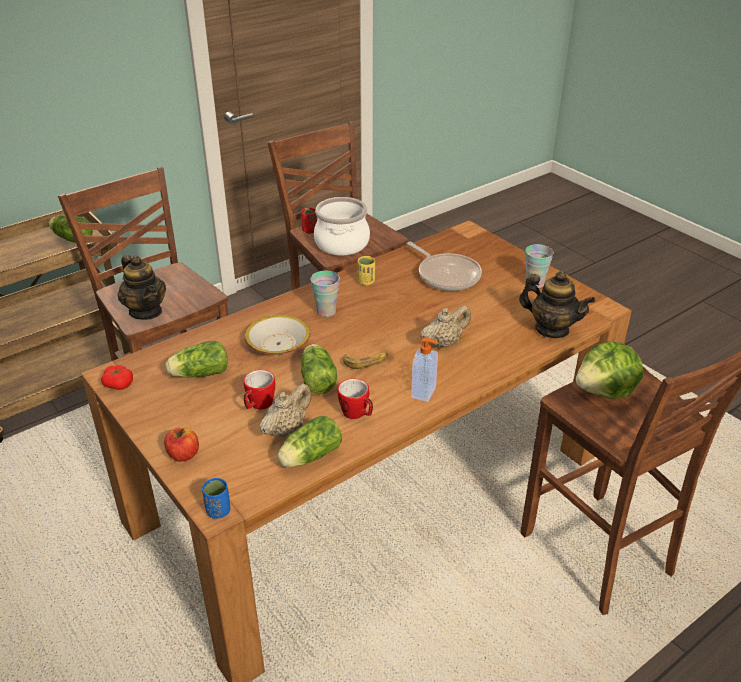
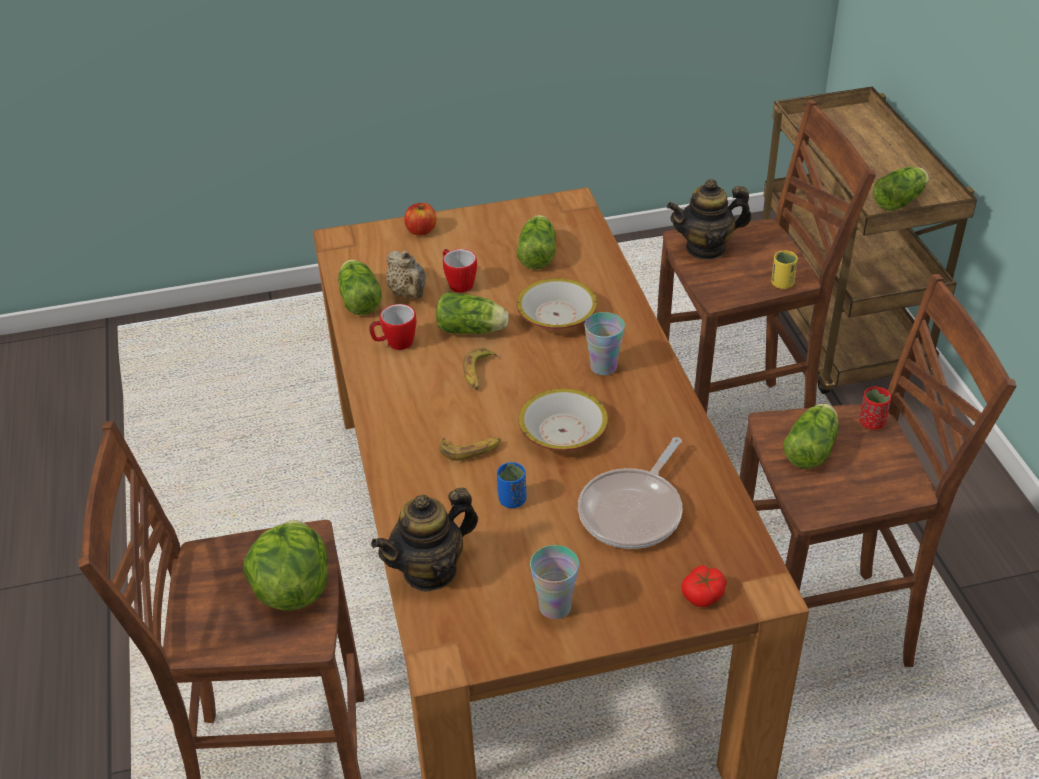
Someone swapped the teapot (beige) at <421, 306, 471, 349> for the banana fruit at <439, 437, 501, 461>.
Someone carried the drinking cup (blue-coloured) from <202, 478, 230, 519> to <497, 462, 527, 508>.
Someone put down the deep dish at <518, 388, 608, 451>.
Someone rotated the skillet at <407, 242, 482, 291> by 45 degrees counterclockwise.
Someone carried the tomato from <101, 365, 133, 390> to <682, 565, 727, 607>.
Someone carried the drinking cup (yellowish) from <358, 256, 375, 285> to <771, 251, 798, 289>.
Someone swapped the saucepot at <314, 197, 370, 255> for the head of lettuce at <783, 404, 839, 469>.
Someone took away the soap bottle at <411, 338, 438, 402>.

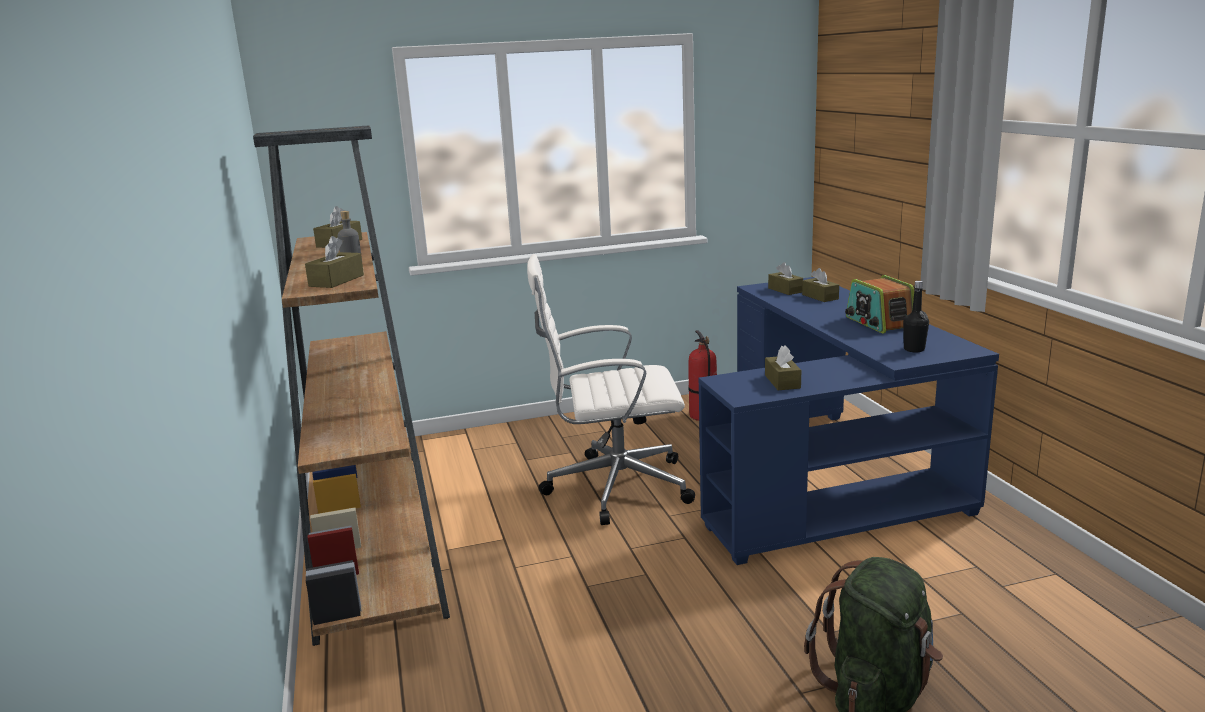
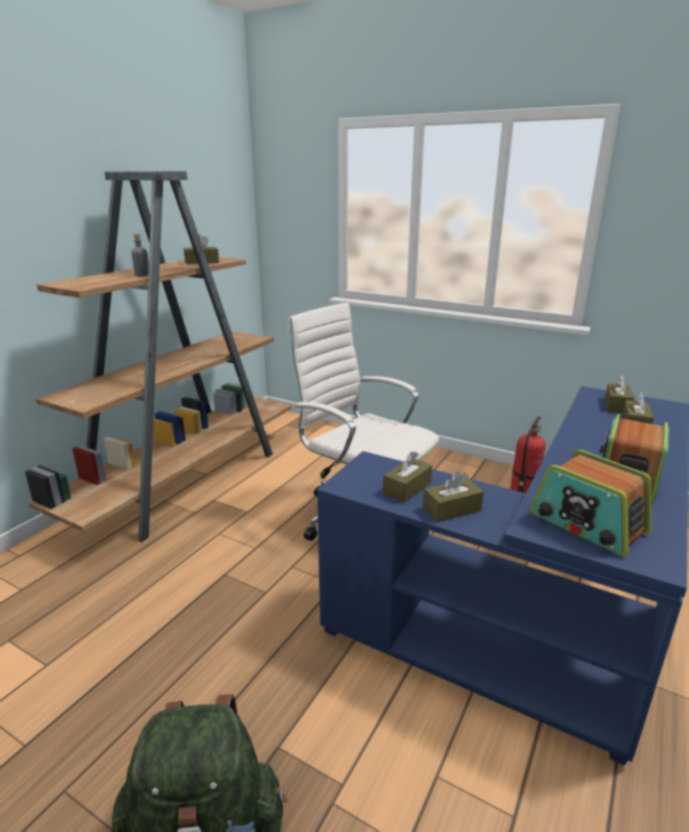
Someone carried the tissue holder (brownish) from <305, 236, 364, 288> to <423, 471, 484, 522>.
Someone swapped the drink bottle (black-coloured) at <903, 281, 929, 352> for the radio receiver at <530, 450, 651, 557>.

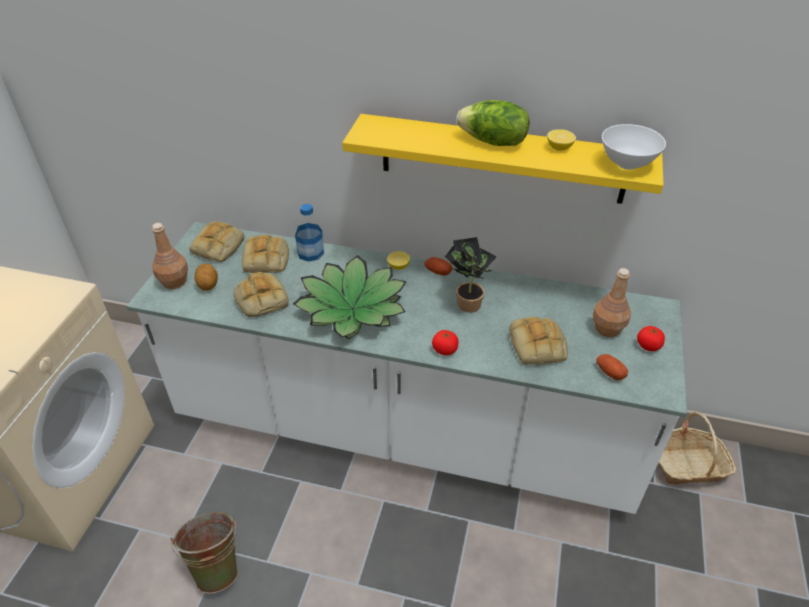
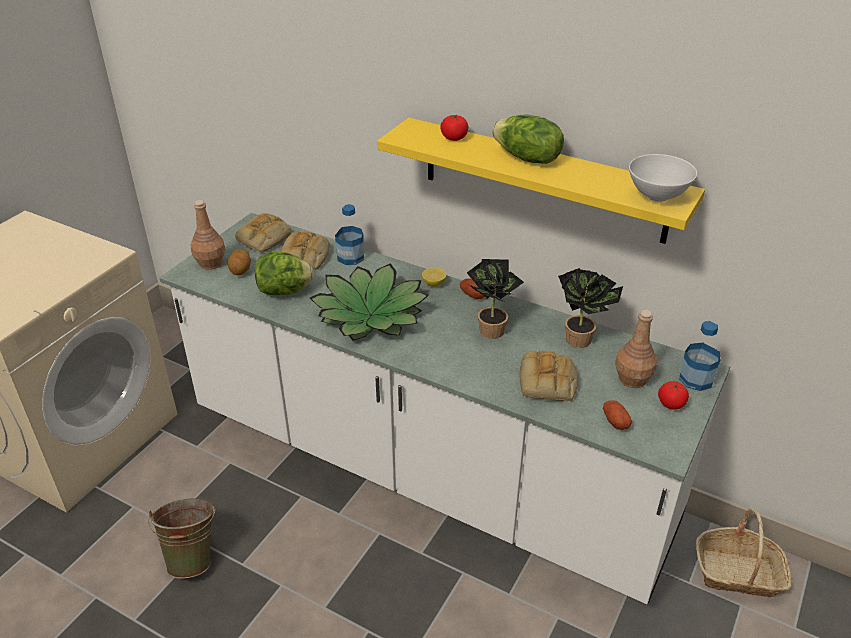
Someone swapped the baked bread at <234, 272, 289, 317> for the head of lettuce at <255, 251, 313, 295>.
Someone carried the tomato from <432, 330, 458, 355> to <441, 115, 468, 141>.
Someone put down the houseplant at <558, 268, 623, 348>.
Someone put down the drink bottle at <679, 321, 720, 391>.
Someone took away the whole lemon at <547, 129, 576, 151>.

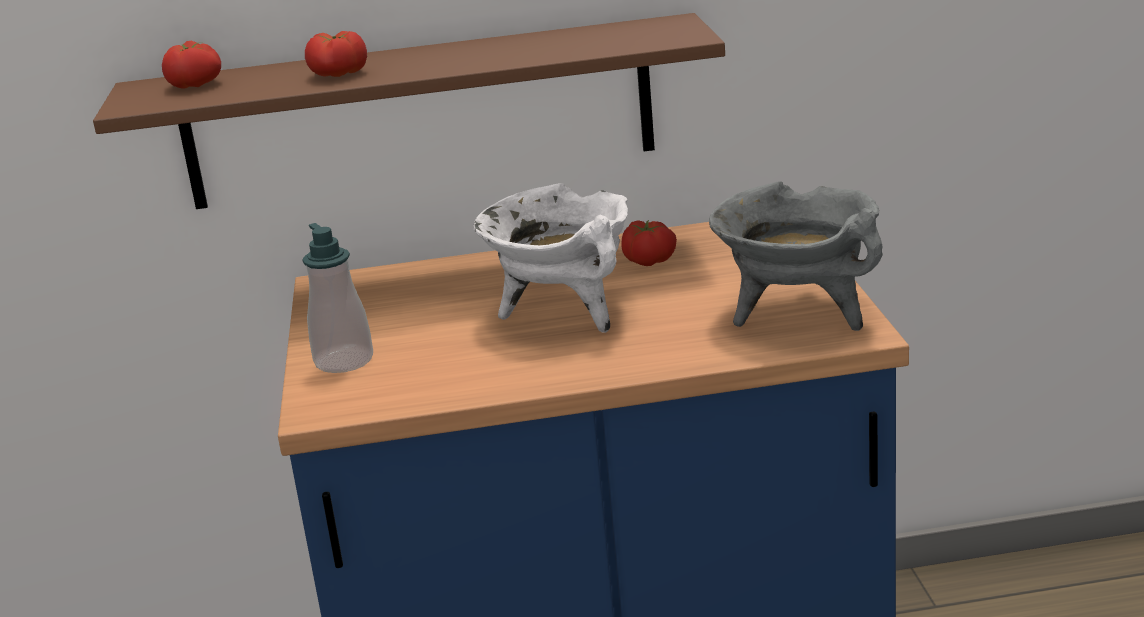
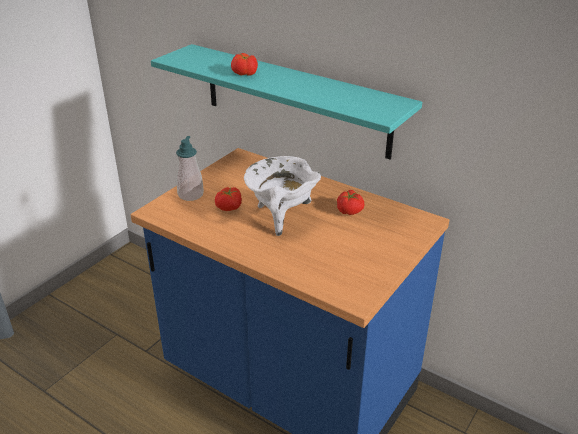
Someone repainted the wall shelf (brownish) at <93, 13, 725, 209>, which became the wall shelf (turquoise-coloured) at <151, 44, 422, 159>.
Someone carried the tomato from <162, 41, 221, 89> to <215, 187, 242, 211>.
Someone took away the saucepot (greyish) at <709, 181, 883, 331>.

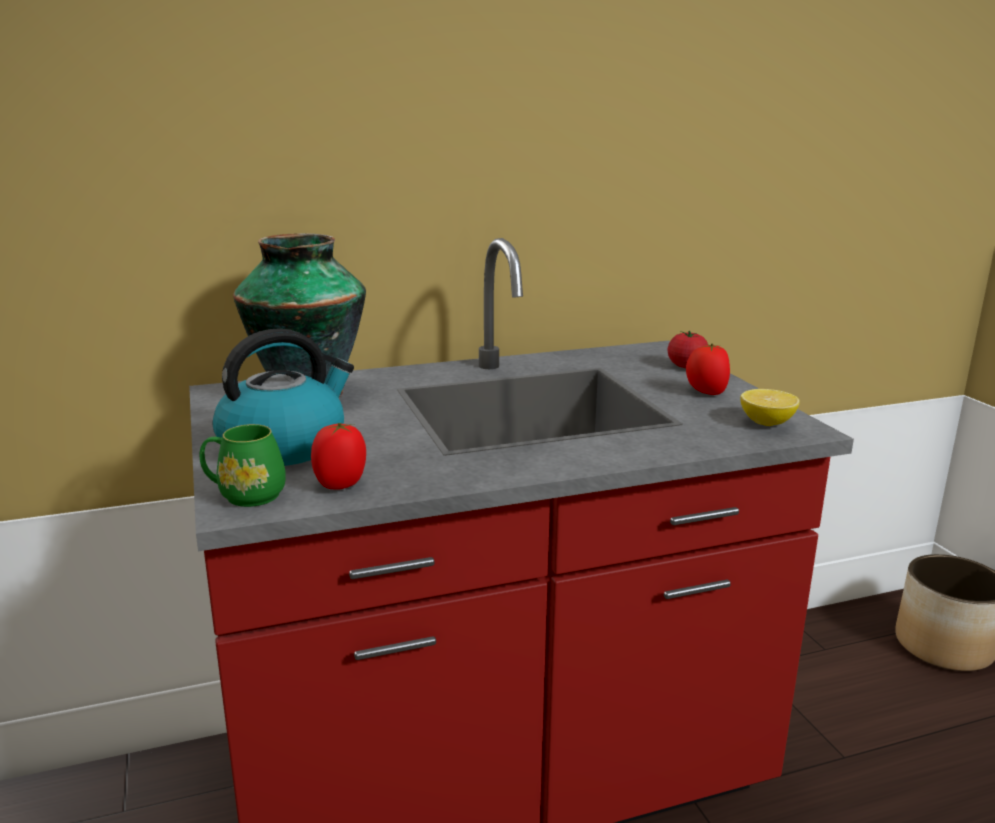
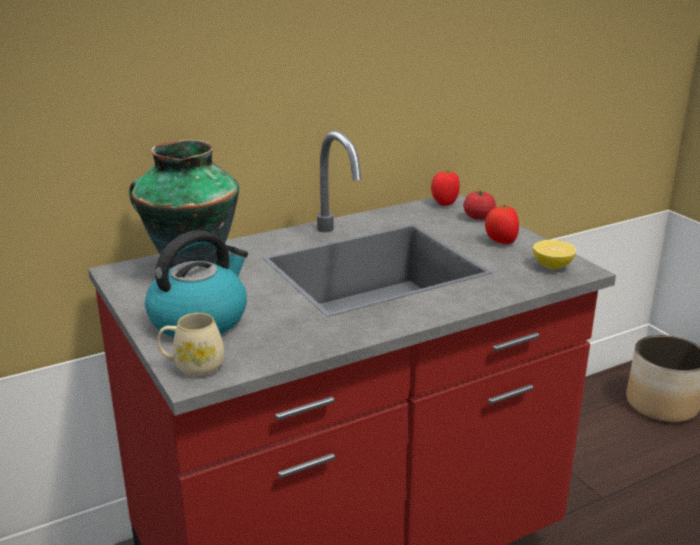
Someone repainted the tea mug (green-coloured) at <200, 424, 286, 507>, which became the tea mug (beige) at <157, 313, 224, 377>.
Someone carried the tomato from <311, 423, 366, 490> to <431, 170, 460, 206>.

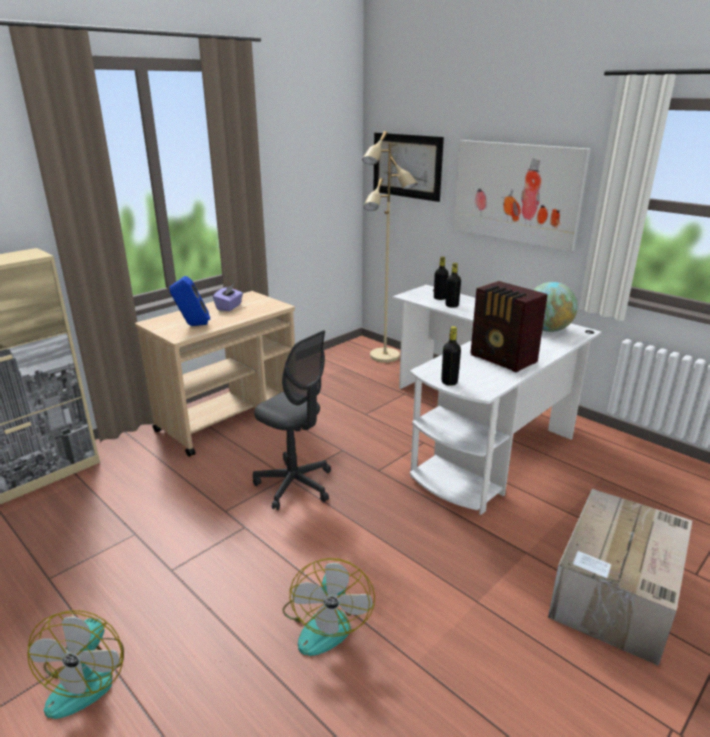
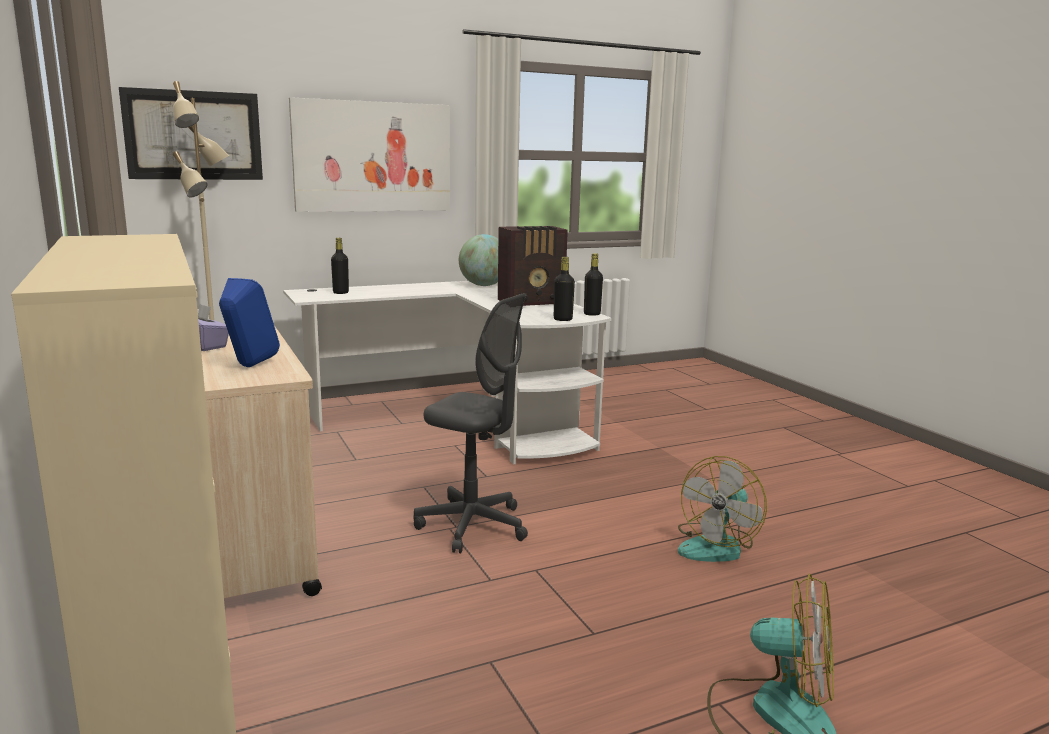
Someone rotated the computer chair (greyish) at <253, 330, 331, 510> by 60 degrees clockwise.
Someone carried the drink bottle (black-coloured) from <445, 263, 461, 307> to <584, 253, 603, 316>.
Someone rotated the fan at <282, 558, 375, 656> by 105 degrees clockwise.
Someone took away the cardboard box at <548, 489, 692, 666>.

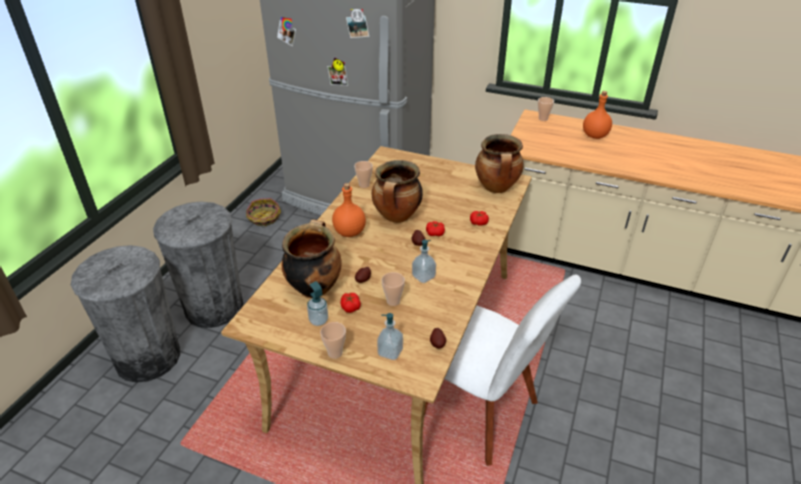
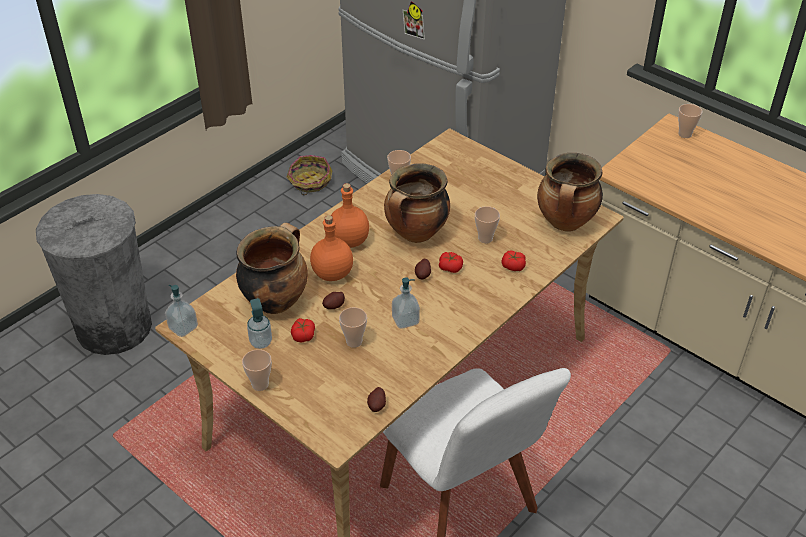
Someone carried the soap bottle from <377, 313, 403, 360> to <165, 285, 198, 337>.
Someone carried the drink bottle (orange) from <583, 91, 612, 139> to <310, 215, 353, 281>.
Someone put down the drinking cup at <475, 206, 500, 243>.
Someone took away the waste bin (greyish) at <153, 202, 243, 328>.

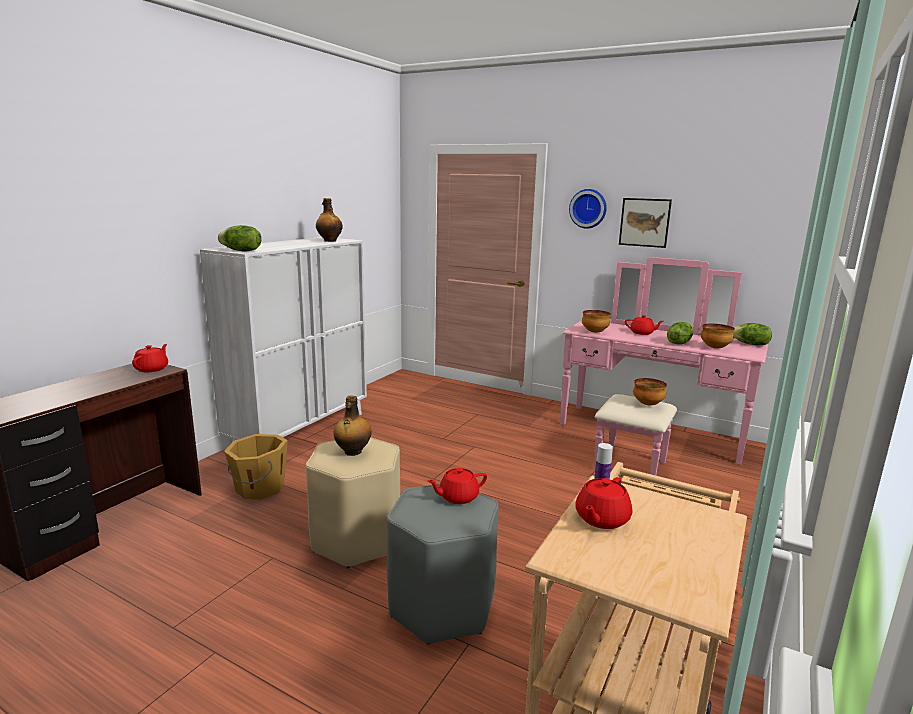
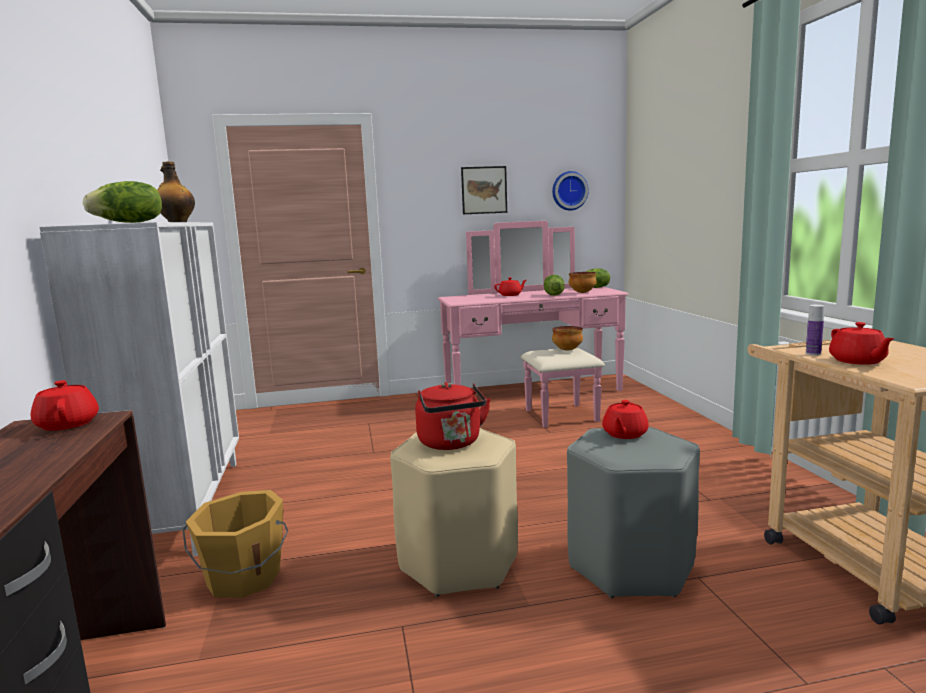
Someone swapped the drink bottle at <334, 396, 371, 456> for the tea kettle (red) at <415, 382, 491, 450>.
Someone carried the wall clock from <569, 189, 607, 229> to <552, 171, 589, 211>.
Someone took away the deep dish at <582, 310, 611, 333>.

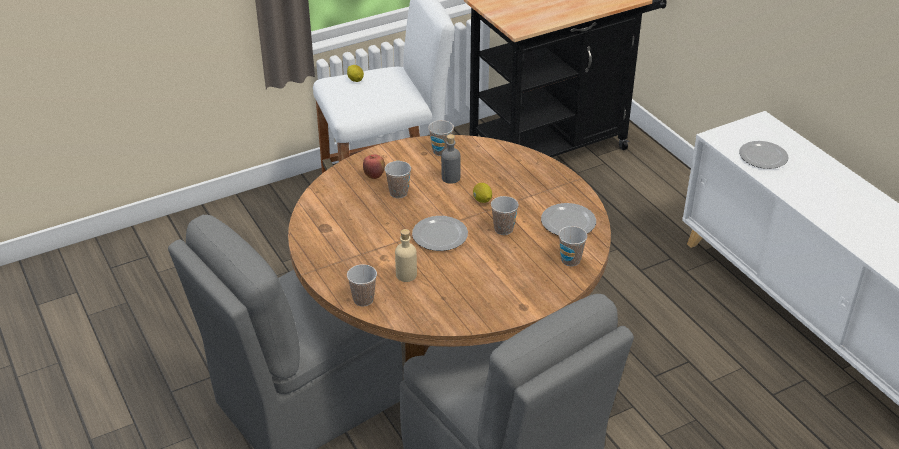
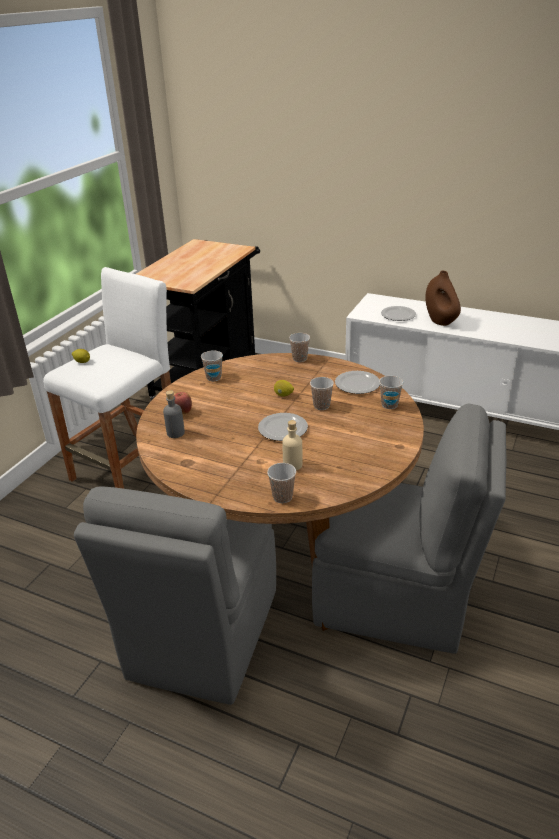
Someone carried the drink bottle (greyish) from <441, 134, 461, 184> to <163, 390, 185, 438>.
Someone carried the drinking cup from <385, 161, 411, 198> to <289, 333, 310, 362>.
Someone put down the decorative vase (brownish) at <425, 271, 461, 326>.

